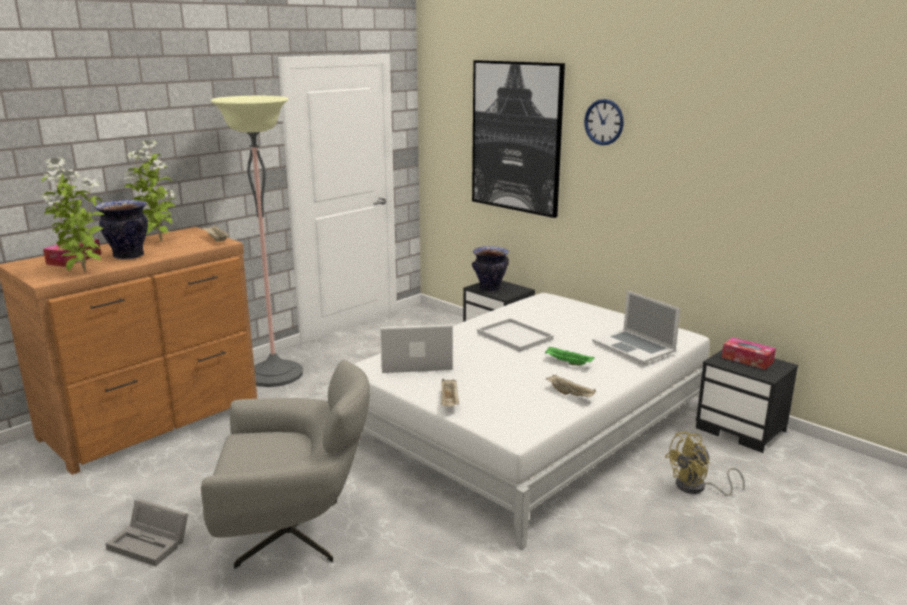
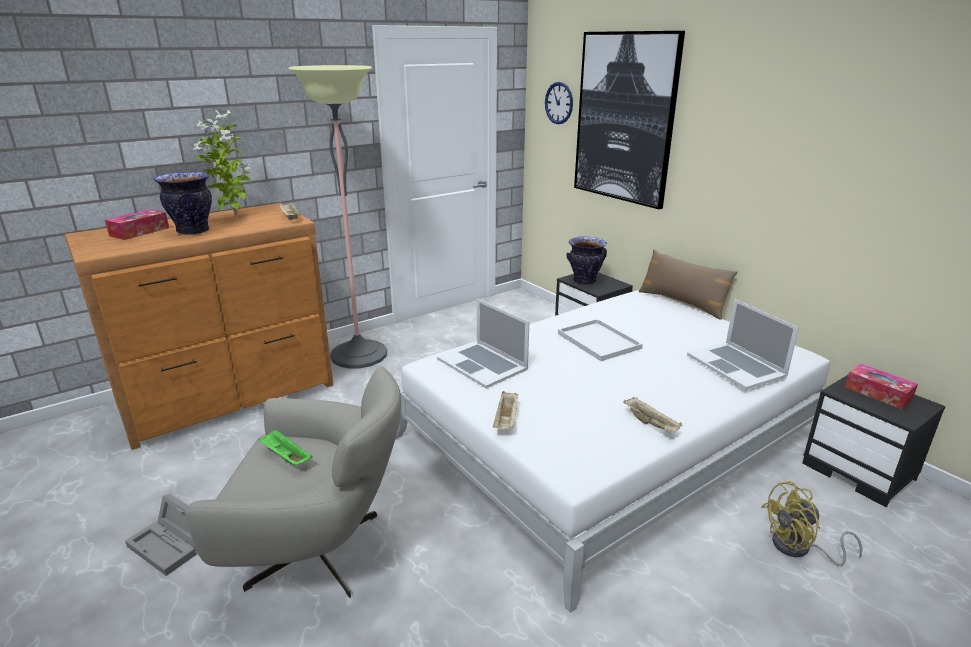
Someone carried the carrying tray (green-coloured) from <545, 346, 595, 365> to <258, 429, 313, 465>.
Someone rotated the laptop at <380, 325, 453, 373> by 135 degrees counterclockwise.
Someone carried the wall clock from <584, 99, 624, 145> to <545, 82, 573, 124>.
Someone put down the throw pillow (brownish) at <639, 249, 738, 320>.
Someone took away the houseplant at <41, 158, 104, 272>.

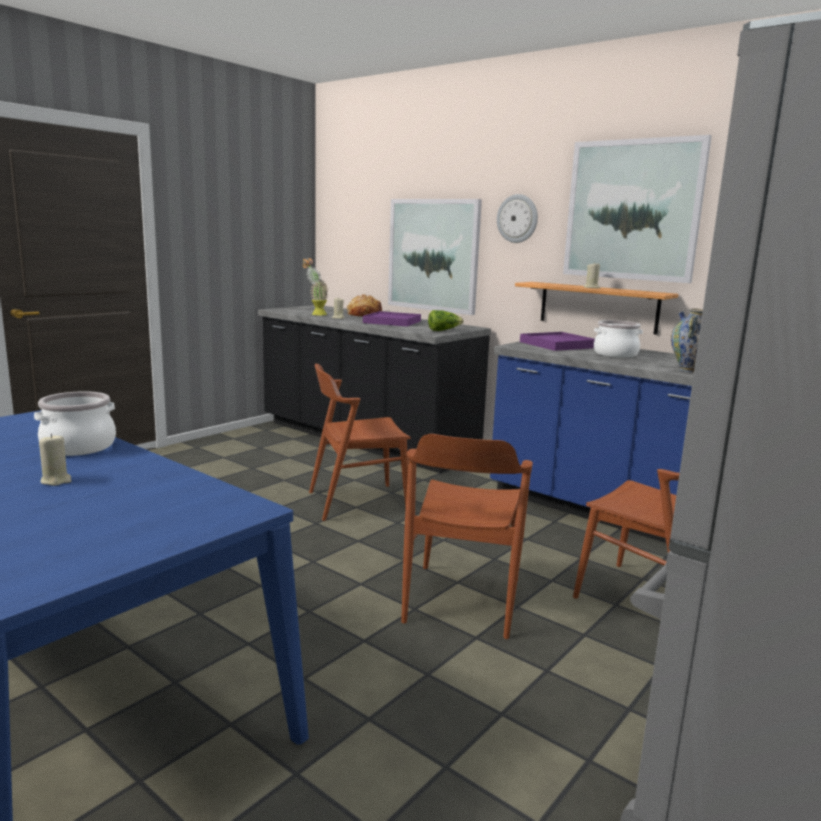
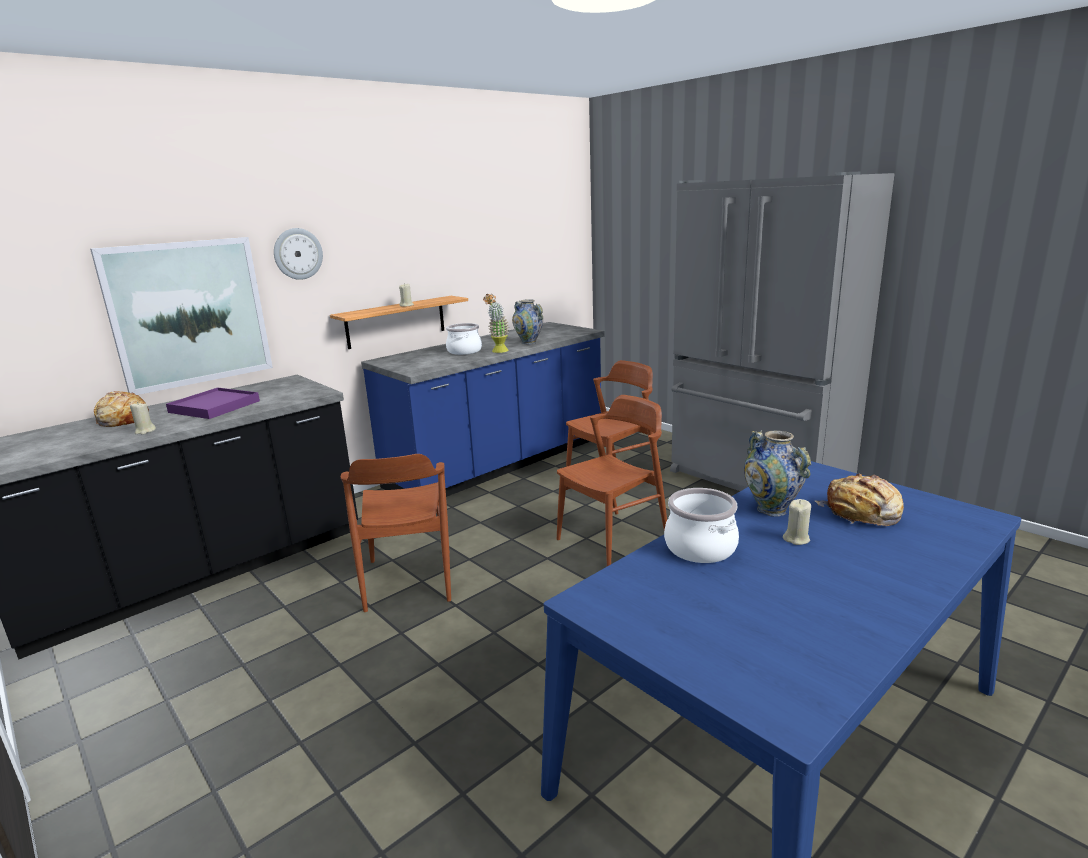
Someone carried the houseplant from <302, 258, 328, 315> to <483, 294, 509, 353>.
Someone rotated the chair (brownish) at <401, 434, 533, 639> by 60 degrees counterclockwise.
Someone put down the decorative vase at <744, 430, 811, 517>.
Someone put down the baked bread at <814, 474, 904, 526>.
Someone took away the head of lettuce at <428, 310, 464, 331>.
Someone took away the carrying tray (purple-coloured) at <520, 332, 595, 351>.
Someone took away the picture at <563, 135, 712, 283>.

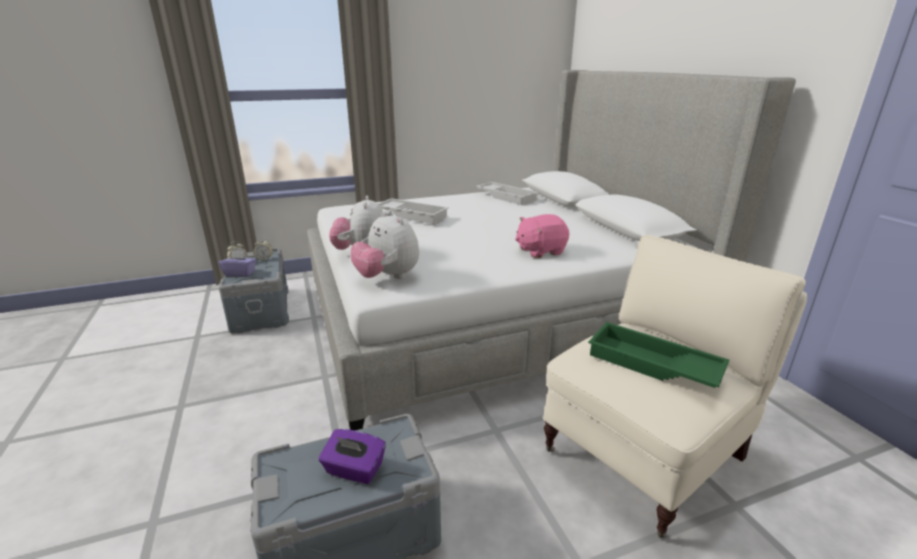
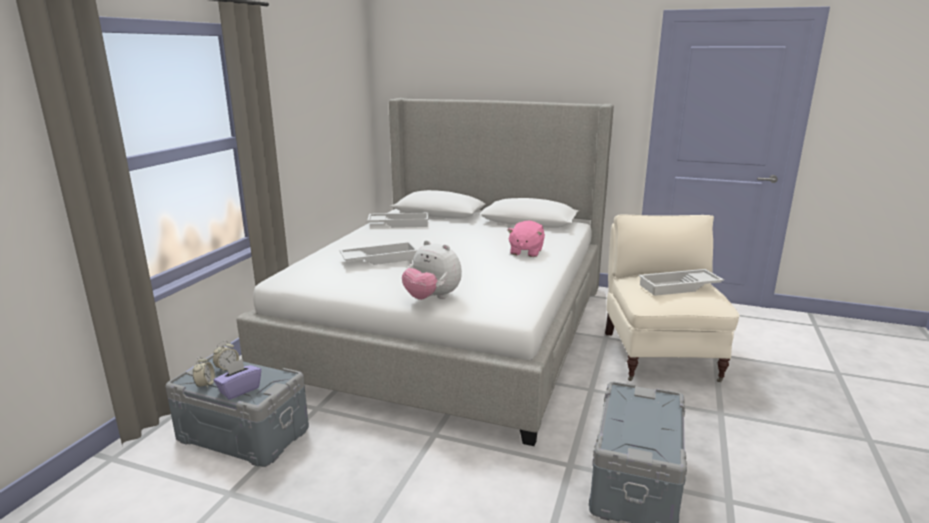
Someone repainted the carrying tray (green-coloured) at <588, 322, 729, 388>, which became the carrying tray (white) at <638, 269, 724, 296>.
Someone took away the tissue holder (purple-coloured) at <319, 429, 386, 484>.
Someone took away the cuddly toy at <350, 211, 419, 279>.

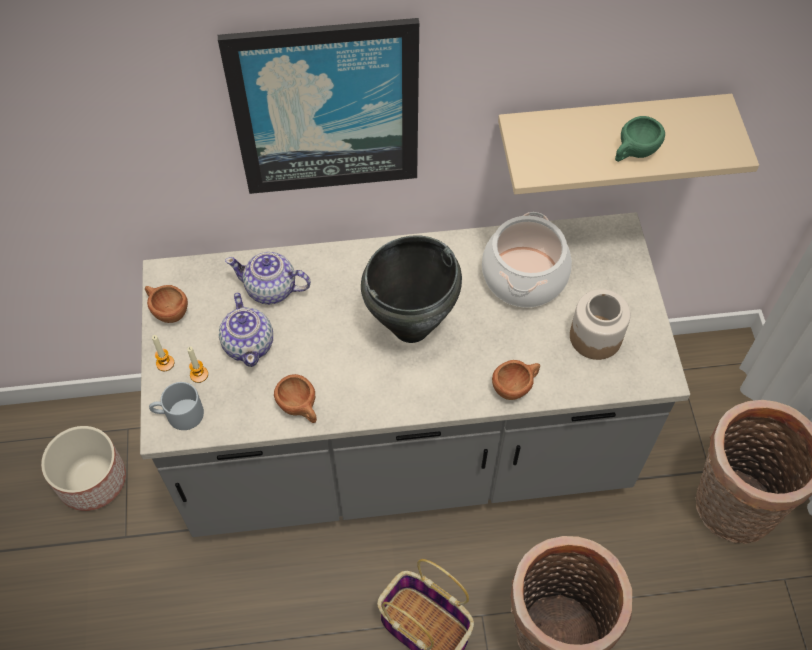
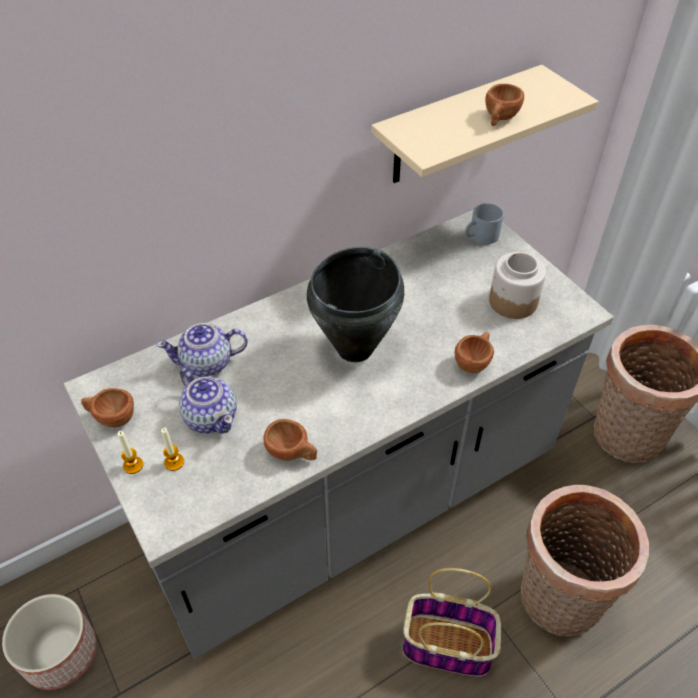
Someone carried the tea mug (greyish) from <149, 382, 204, 430> to <464, 203, 504, 244>.
Someone repainted the drinking cup (green-coloured) at <615, 116, 665, 162>, which became the drinking cup (brownish) at <485, 84, 524, 126>.
Someone took away the picture at <218, 18, 419, 194>.
Someone took away the saucepot at <482, 212, 572, 308>.

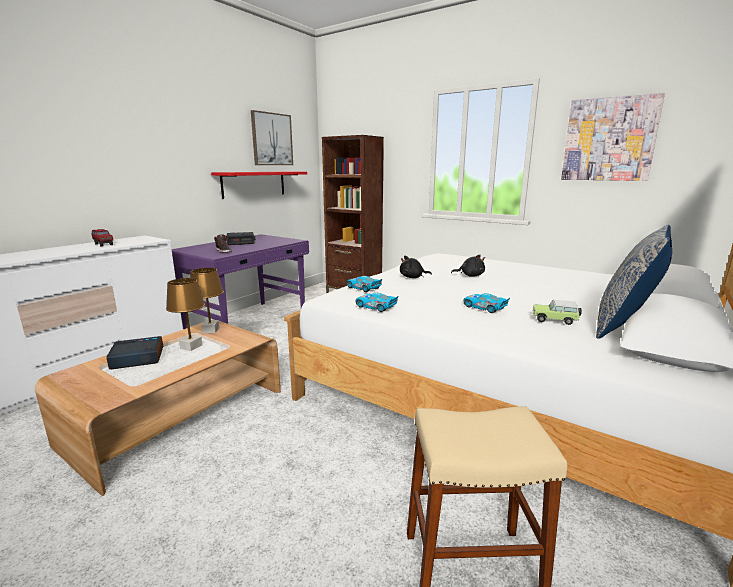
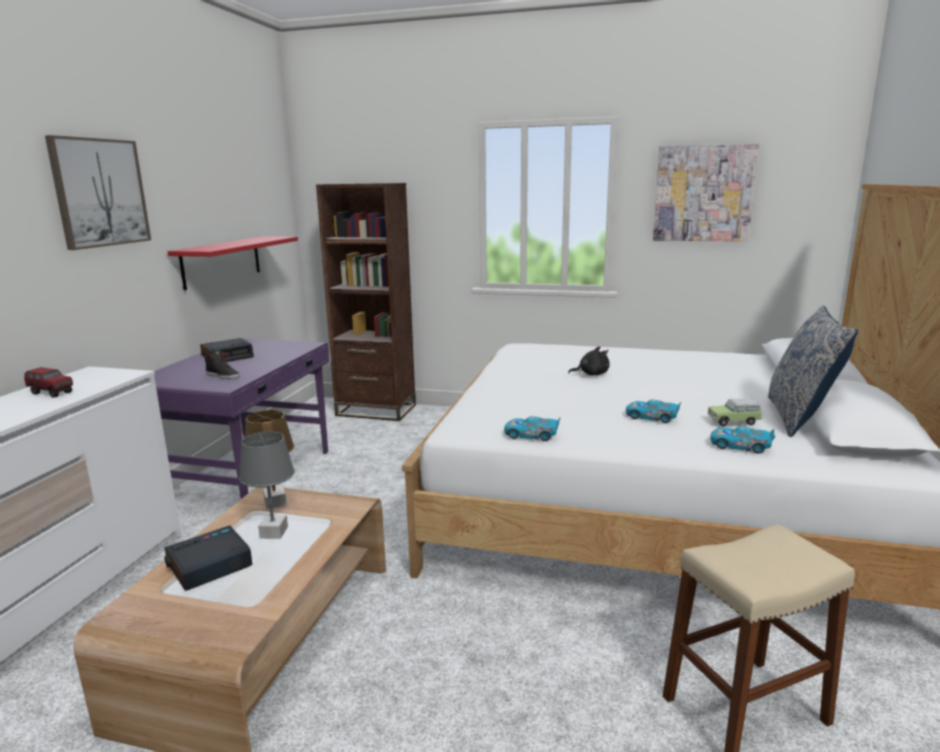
Someone carried the picture from <251, 110, 293, 165> to <45, 135, 151, 250>.
Someone repainted the table lamp (brownish) at <166, 278, 205, 351>, which became the table lamp (greyish) at <239, 432, 295, 539>.
Someone carried the model car from <347, 276, 382, 292> to <710, 426, 775, 454>.
Someone took away the cuddly toy (black-coloured) at <400, 256, 432, 278>.

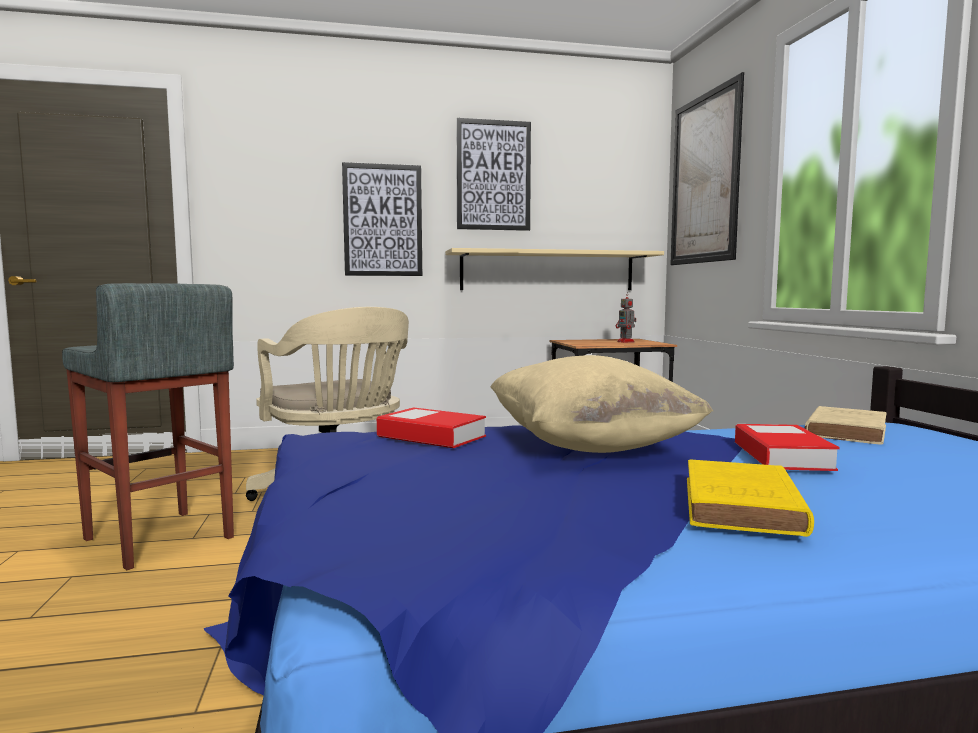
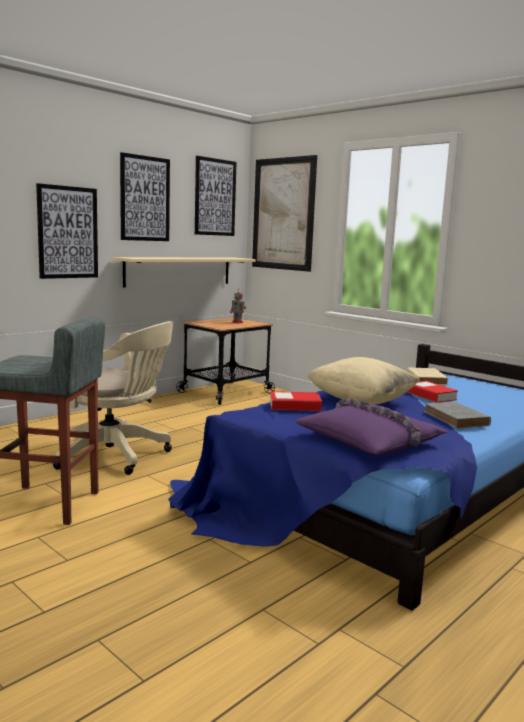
Someone put up the picture at <195, 156, 236, 236>.
Someone put down the throw pillow (purple-coloured) at <295, 399, 448, 455>.
Someone repainted the bound book (yellowish) at <687, 460, 814, 537>, which became the bound book (greyish) at <424, 402, 491, 428>.

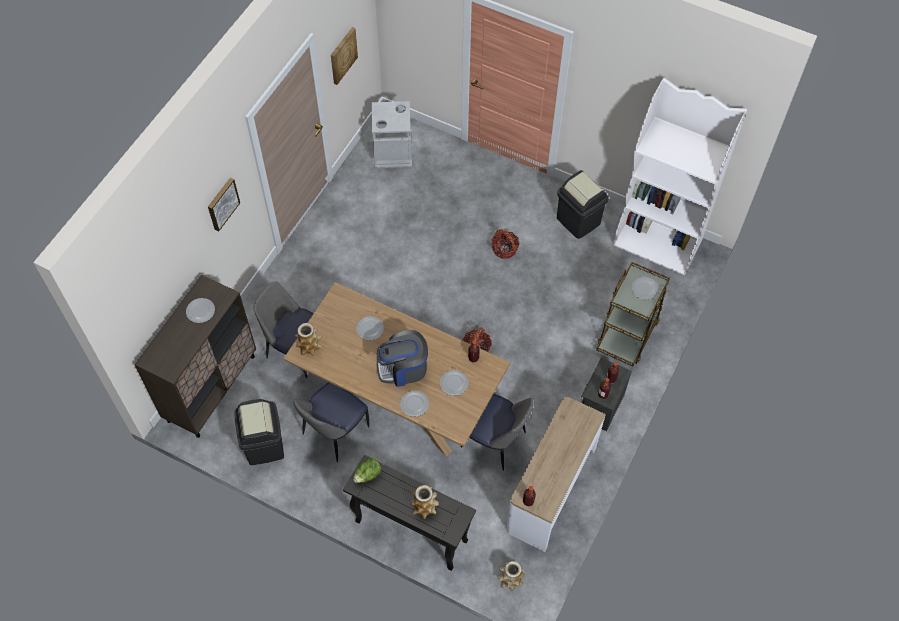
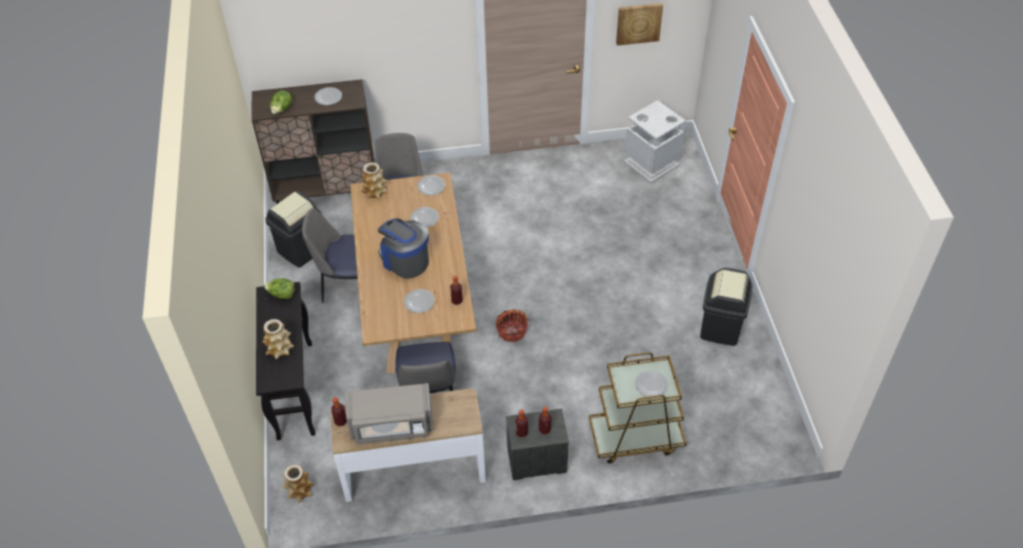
Someone put down the head of lettuce at <270, 90, 292, 114>.
Someone put down the microwave oven (greyish) at <346, 383, 433, 444>.
Someone carried the flat dish from <400, 391, 429, 417> to <417, 175, 445, 195>.
Someone took away the picture at <208, 178, 240, 232>.
Someone took away the storage basket at <491, 229, 519, 259>.
Someone took away the bookcase (white) at <613, 78, 747, 275>.

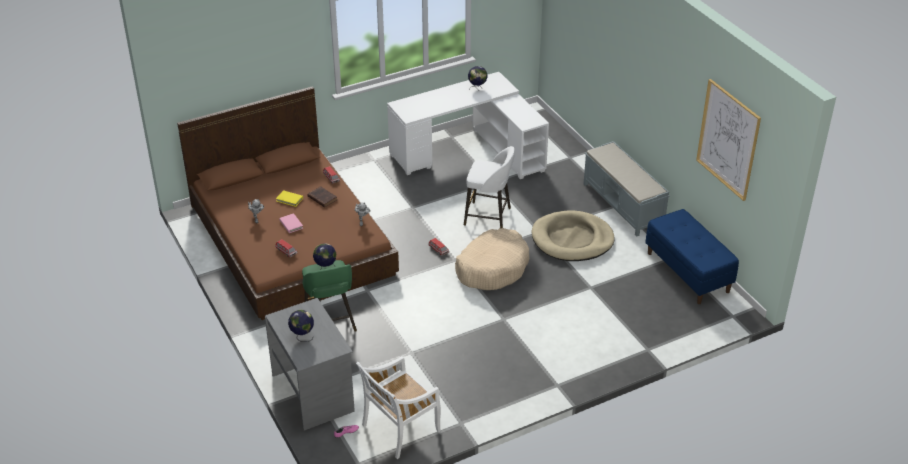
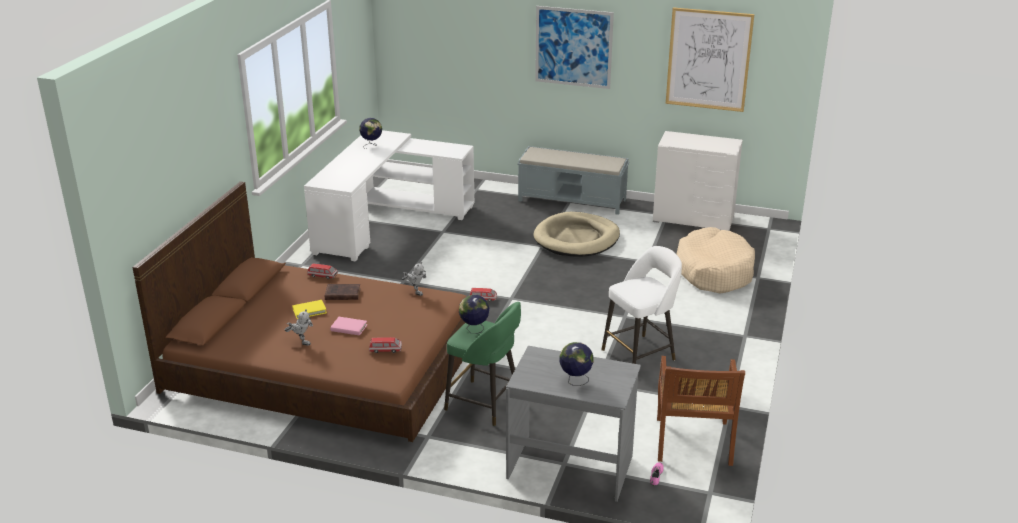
Someone put up the picture at <535, 6, 614, 89>.
Someone carried the sitting stool (white) from <464, 146, 515, 228> to <602, 246, 682, 364>.
Someone swapped the bench (blue-coloured) at <645, 209, 739, 304> for the chest of drawers (white) at <653, 131, 743, 231>.
Someone repainted the chair (white) at <356, 356, 441, 459>, which became the chair (brownish) at <657, 356, 745, 466>.
Someone carried the dog cushion (beige) from <455, 228, 529, 290> to <677, 227, 755, 293>.

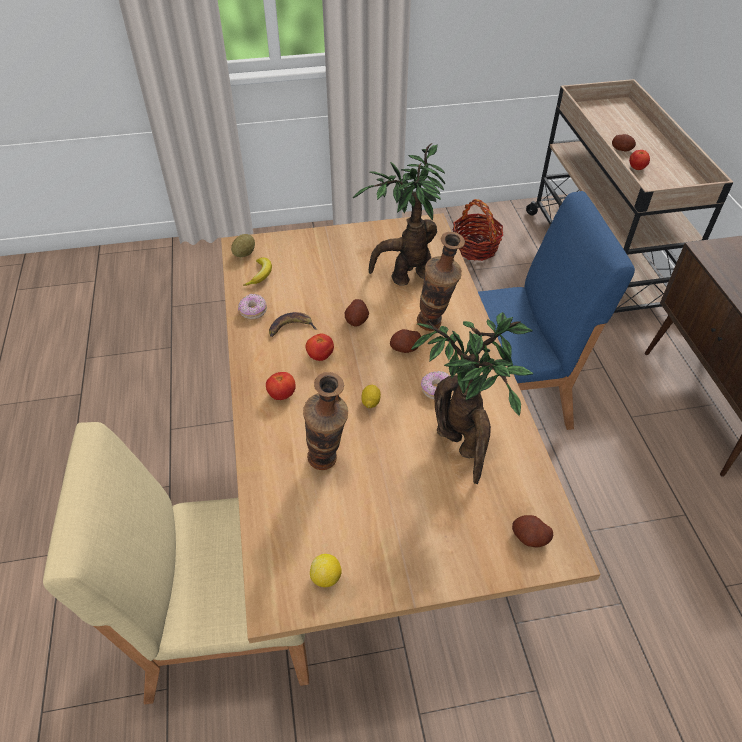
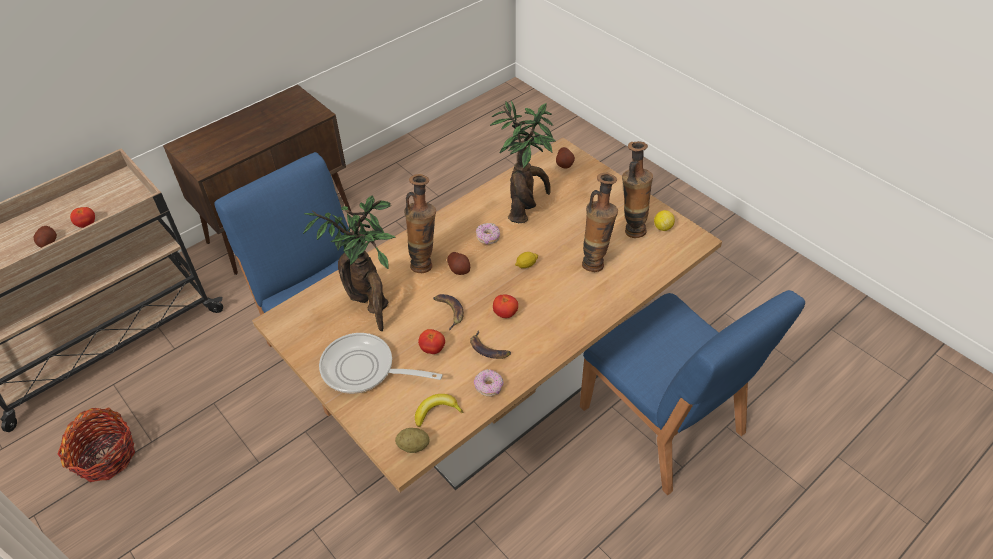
Someone put down the skillet at <319, 333, 442, 394>.
Someone carried the tomato from <266, 372, 296, 400> to <418, 329, 445, 354>.
Someone swapped the spud at <345, 299, 369, 327> for the banana fruit at <433, 294, 464, 330>.
Someone repainted the chair (beige) at <43, 422, 309, 704>, which became the chair (blue-coloured) at <580, 290, 805, 495>.
Someone put down the decorative vase at <622, 141, 653, 238>.

